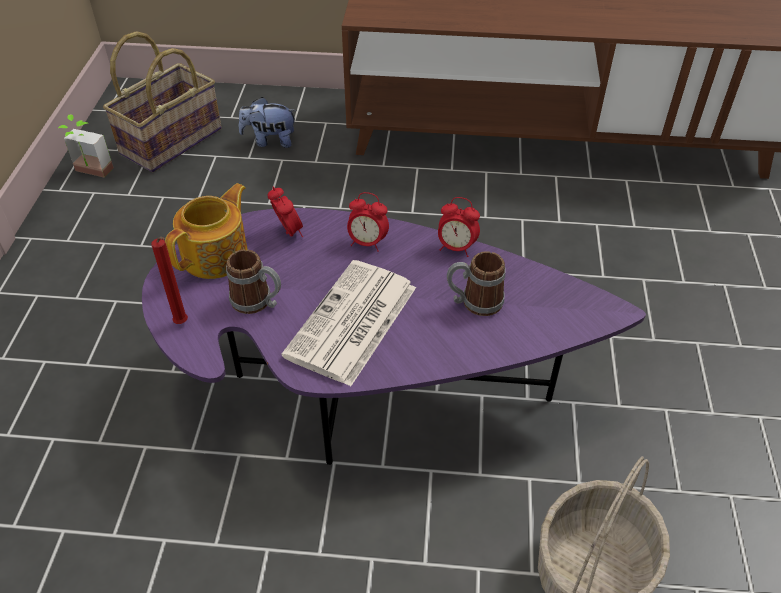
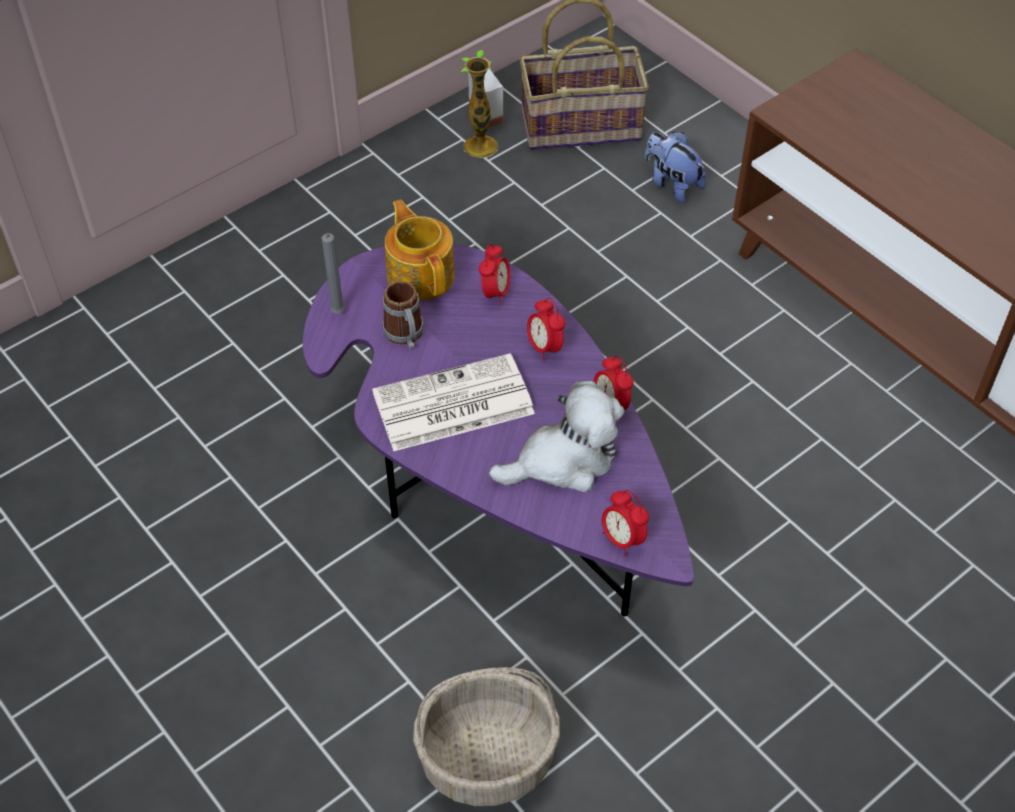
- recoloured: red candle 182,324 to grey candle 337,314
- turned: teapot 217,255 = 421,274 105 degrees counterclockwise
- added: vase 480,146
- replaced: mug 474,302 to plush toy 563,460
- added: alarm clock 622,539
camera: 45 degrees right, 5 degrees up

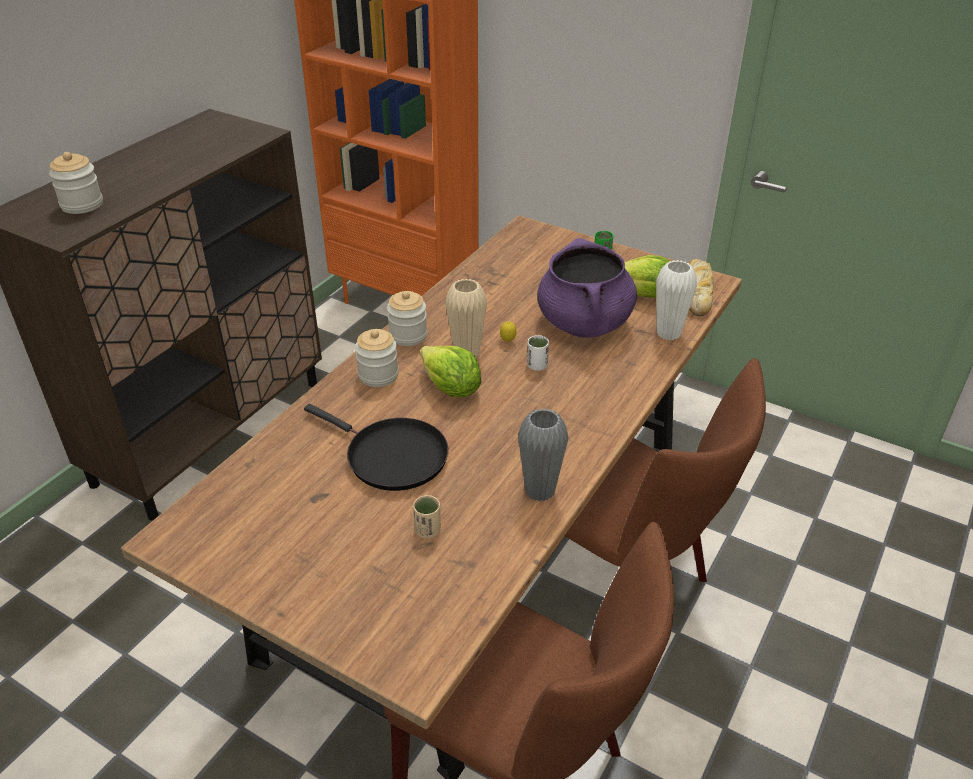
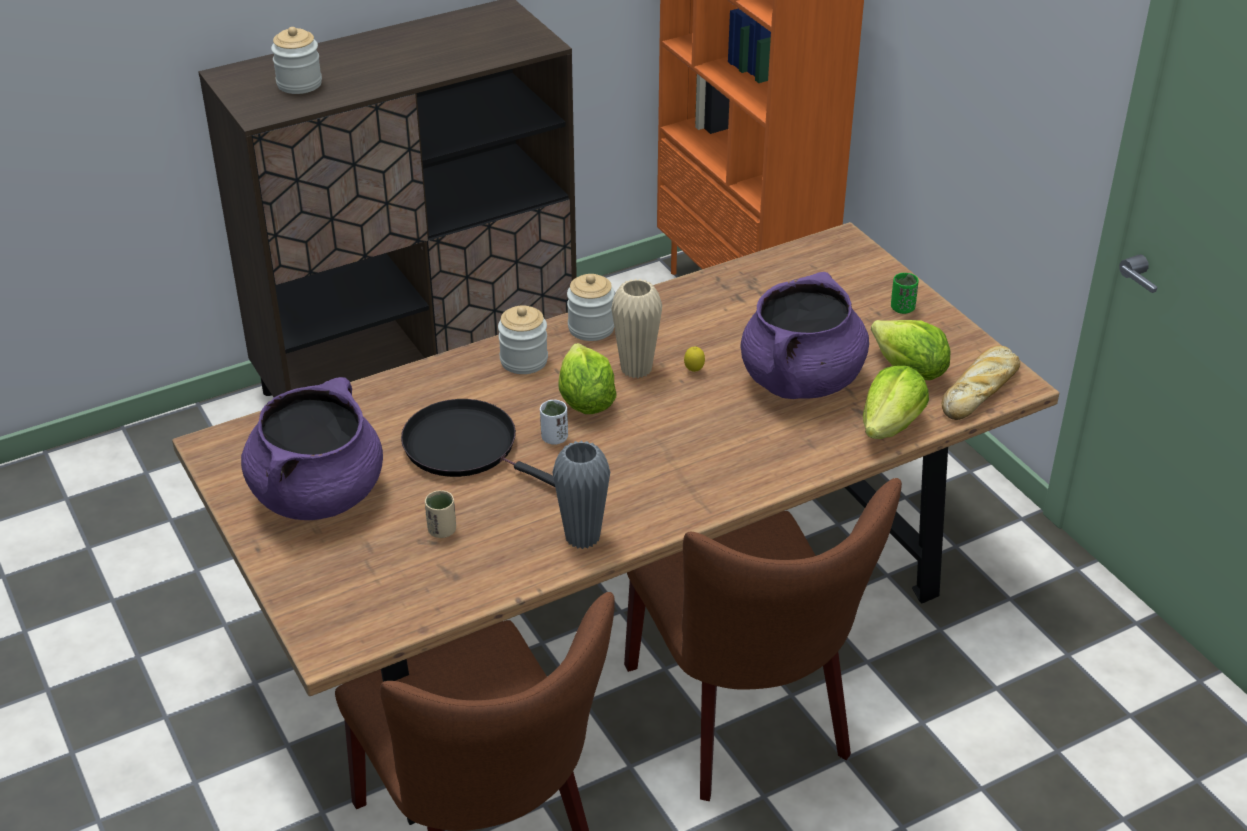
- added: purple cooking pot 318,494
- turned: black frying pan 391,456 = 467,448 150 degrees clockwise
- moved: white cup 537,366 to 554,438
- replaced: white vase 668,333 to lettuce 891,426
camera: 30 degrees right, 0 degrees up

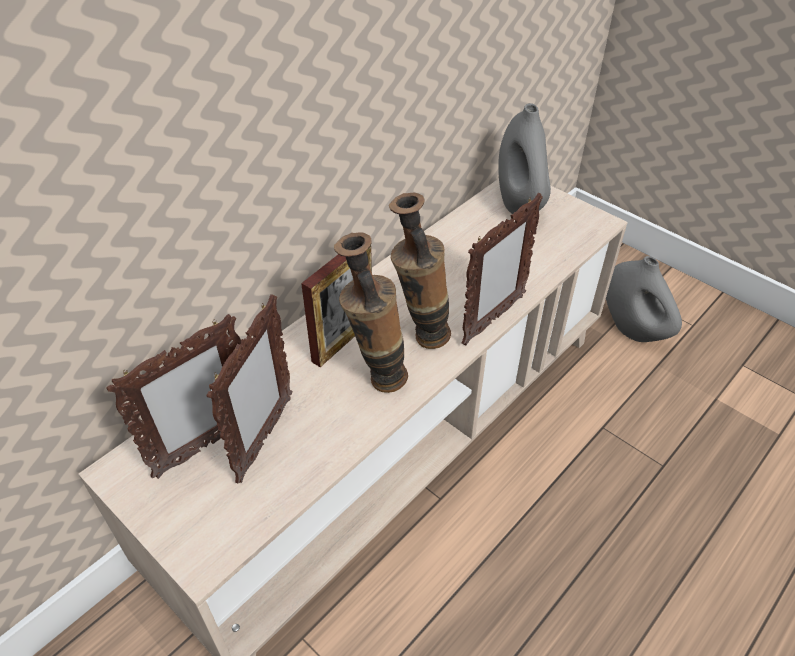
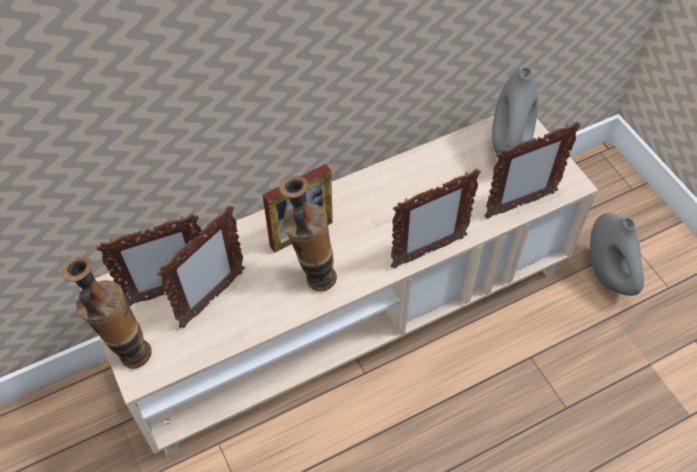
- moved: vase 420,336 to 127,350
- added: picture frame 519,205
camera: 20 degrees right, 10 degrees up

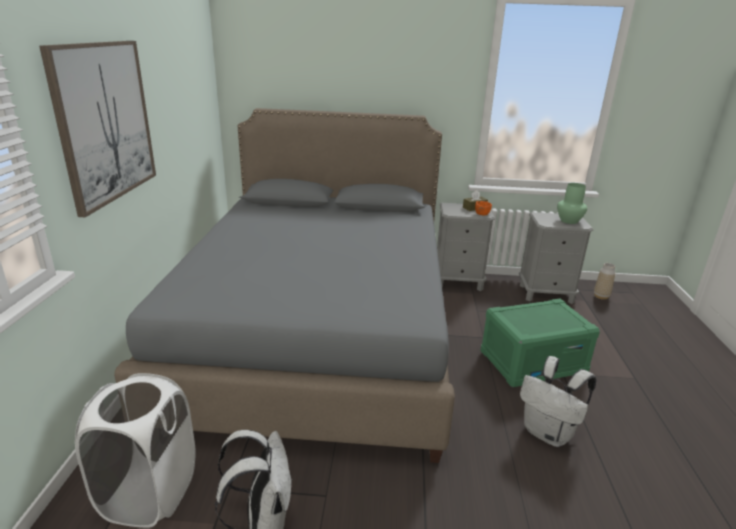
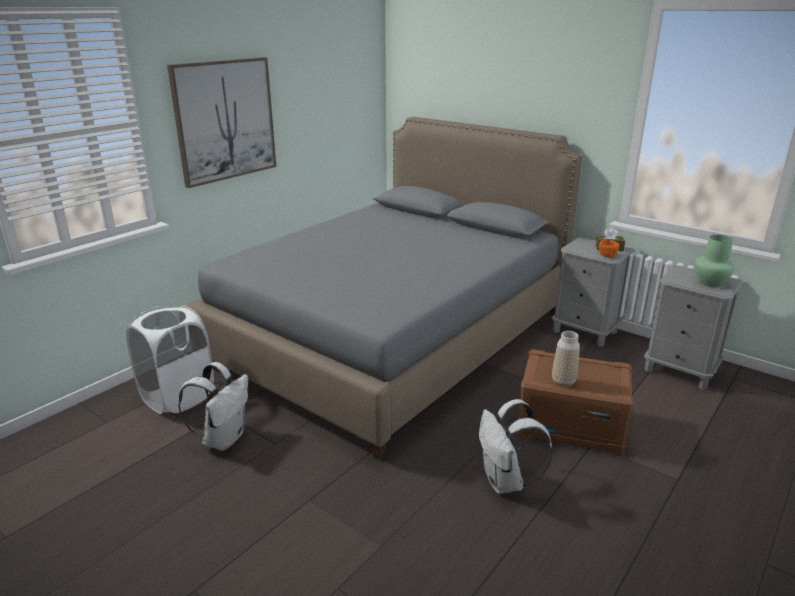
- recoloured: green storage box 532,362 to brown storage box 571,424
- moved: vase 601,296 to 563,382
camera: 35 degrees right, 0 degrees up

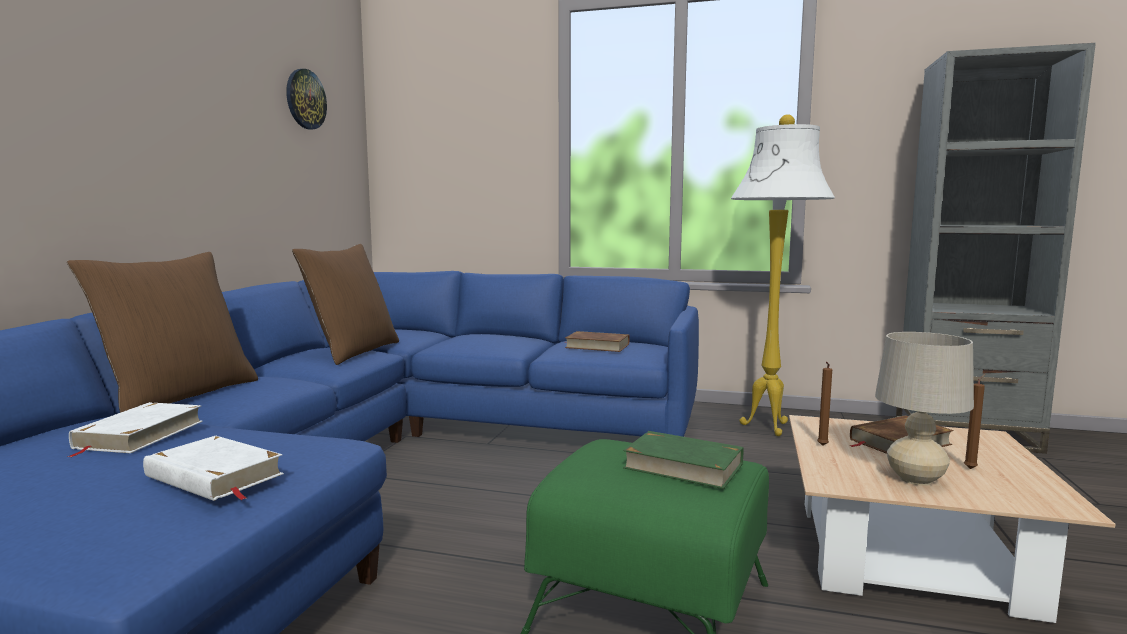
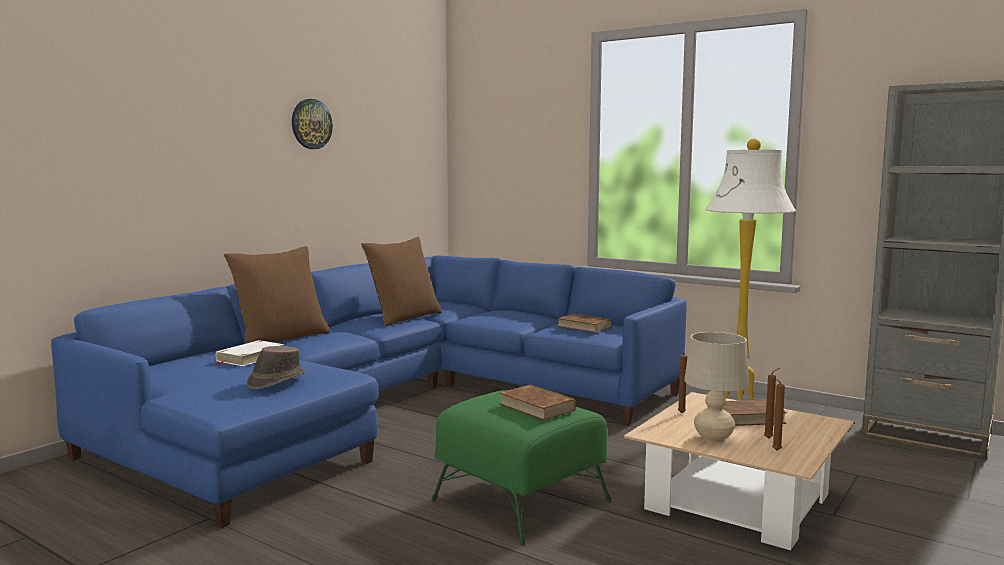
- replaced: white book 214,476 to brown hat 276,381
- moved: wall clock 305,99 to 311,124
- recoloured: green book 682,466 to brown book 536,407
- added: brown candle 775,450
camera: 20 degrees right, 0 degrees up

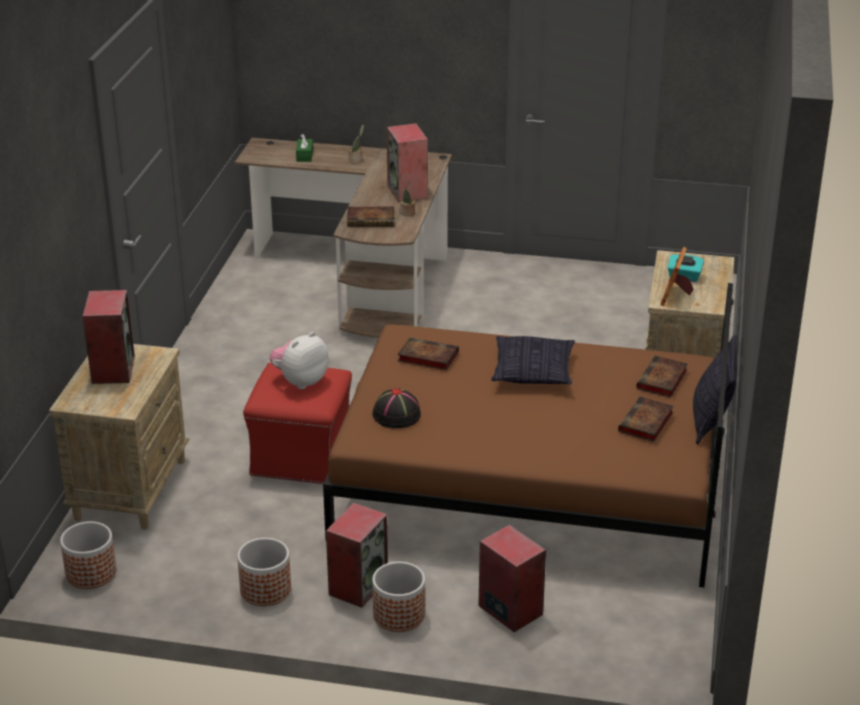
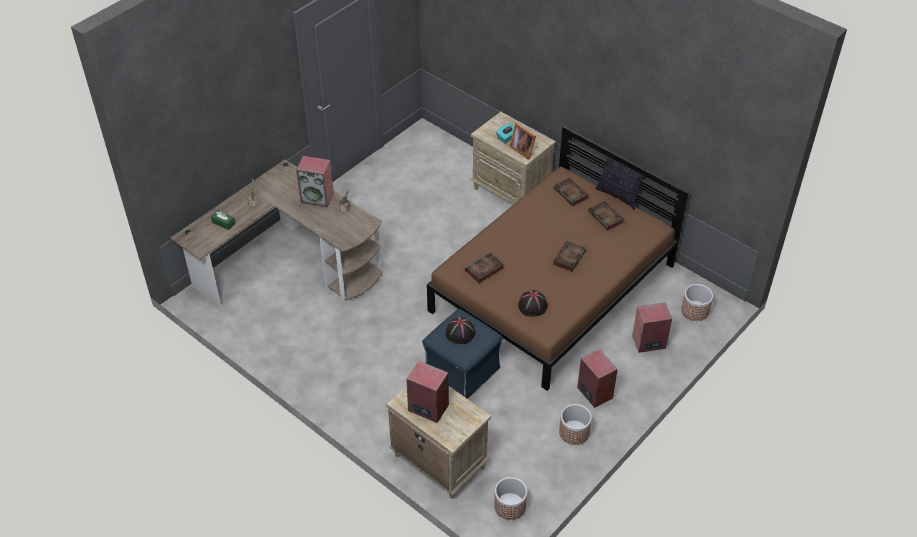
- recoloured: red ottoman 301,457 to blue ottoman 463,370
- replaced: plush toy 300,381 to black hat 460,333
- moved: book 372,220 to 569,257
- moved: planter 399,615 to 695,310
- removed: pillow 532,372
camera: 60 degrees left, 15 degrees up

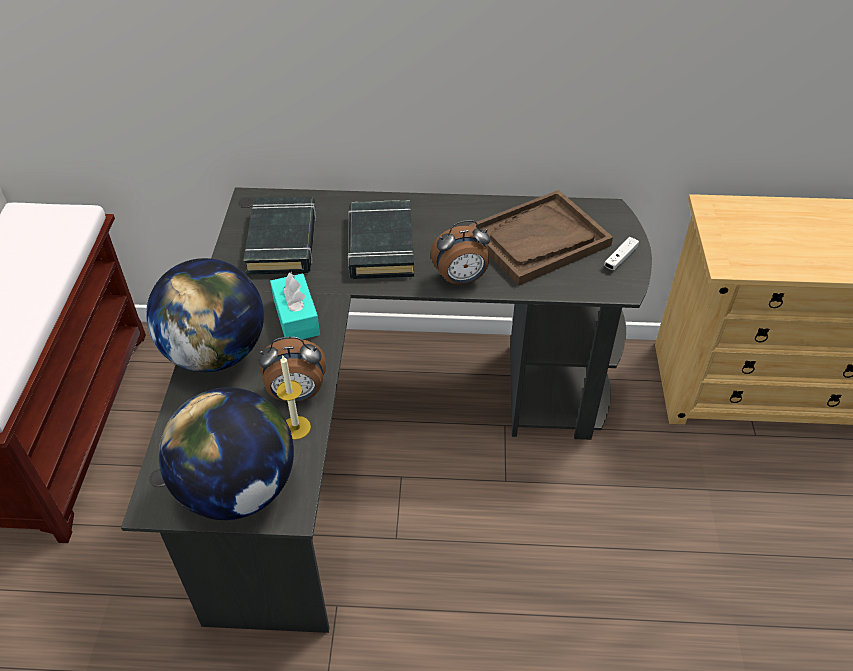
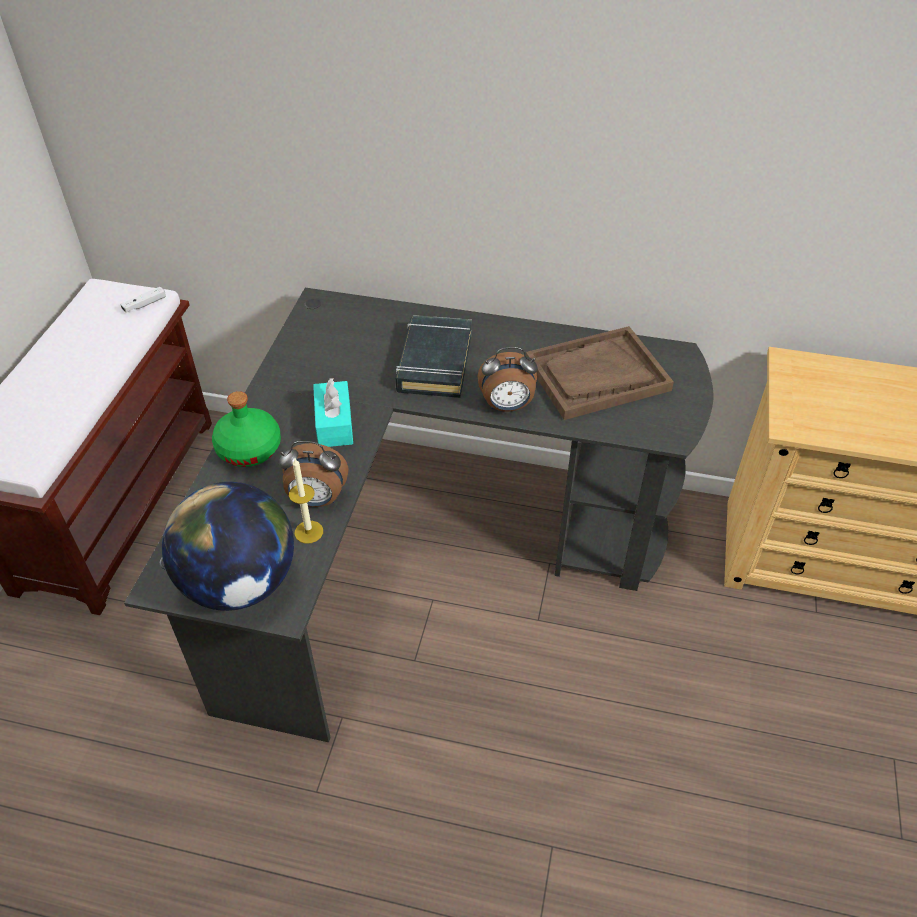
- moved: white game controller 620,258 to 144,304
- replaced: globe 216,353 to green bottle 249,448
- removed: black book 283,241
camera: 10 degrees right, 0 degrees up

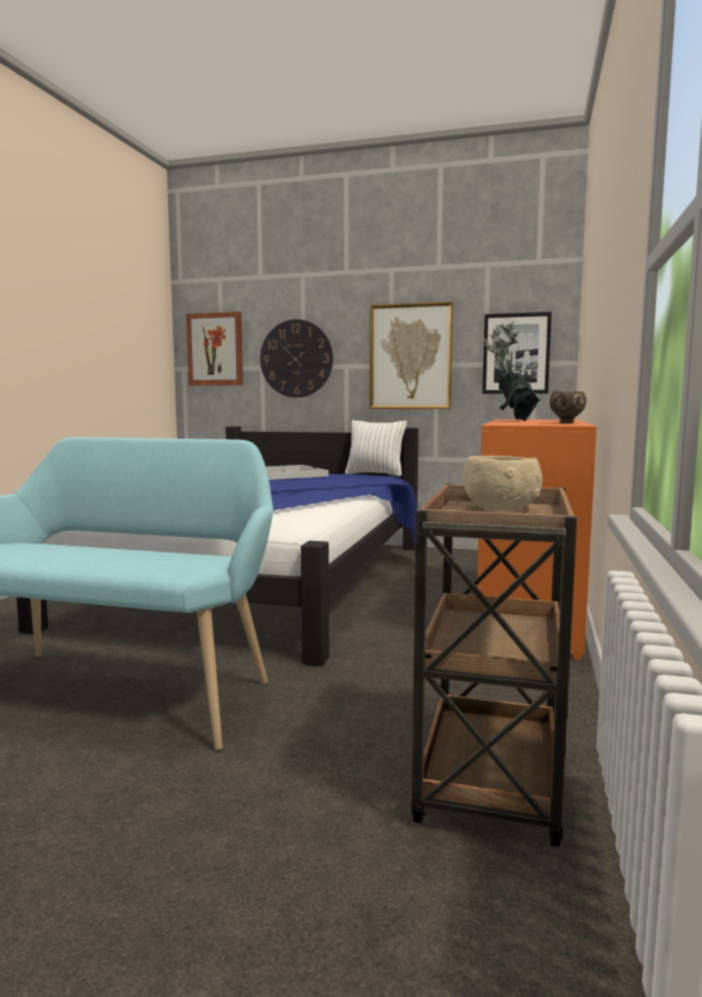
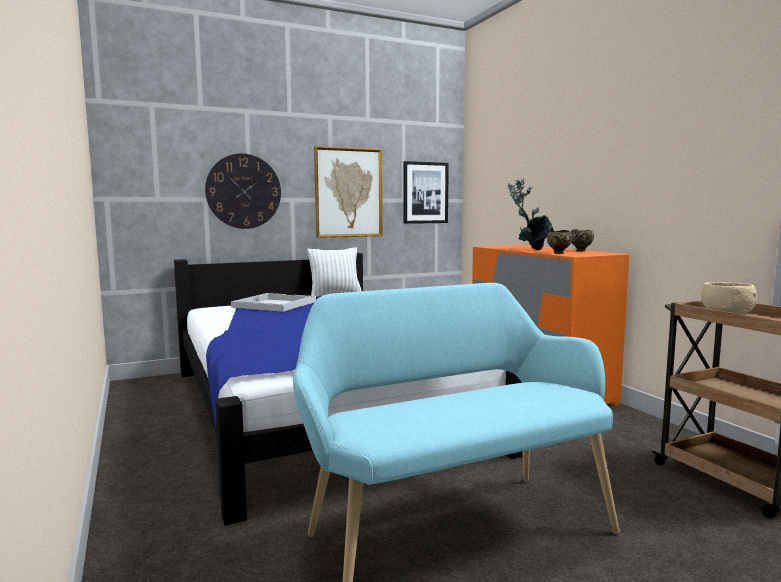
- added: brown bowl 558,253
- removed: picture 215,349
camera: 40 degrees left, 0 degrees up

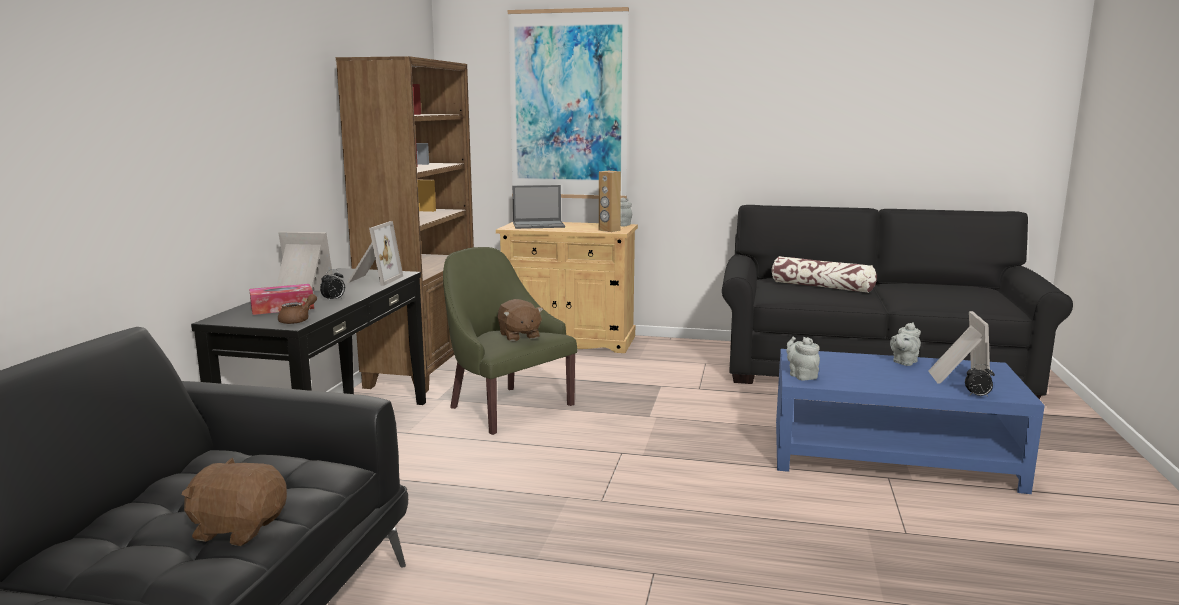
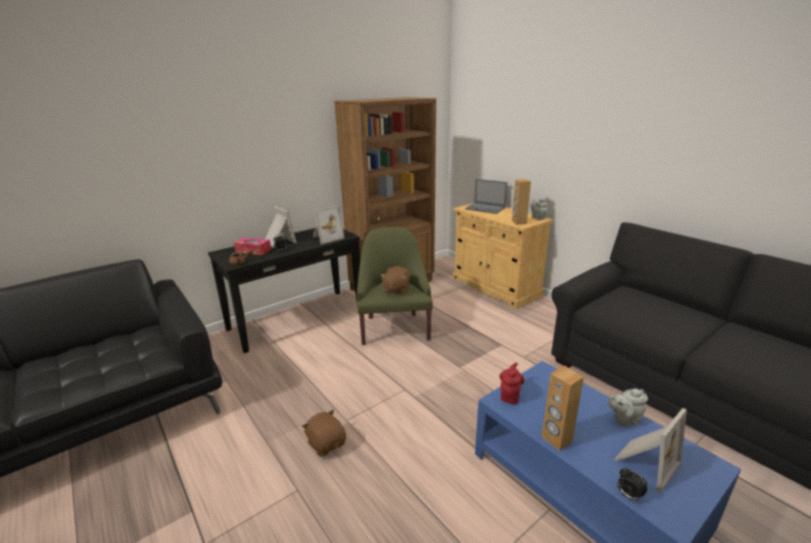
- moved: brown plush toy 238,528 to 326,443
- recoloured: grey teapot 801,375 to red teapot 510,395
- added: brown speaker 556,439
- removed: picture 568,105
- removed: pillow 822,287
camera: 40 degrees right, 10 degrees up

